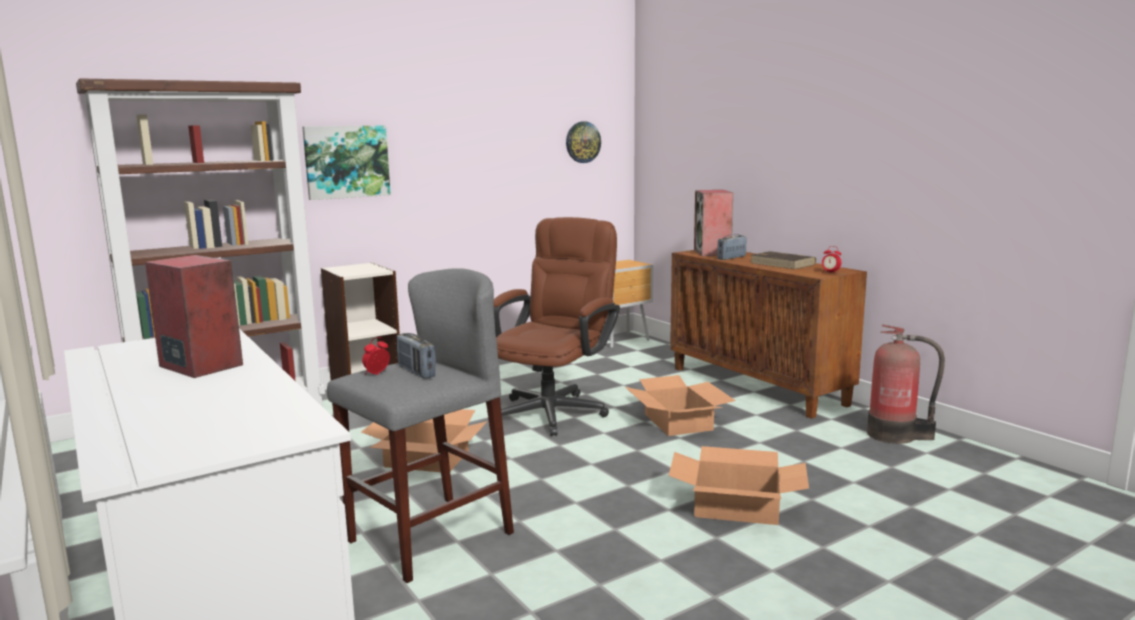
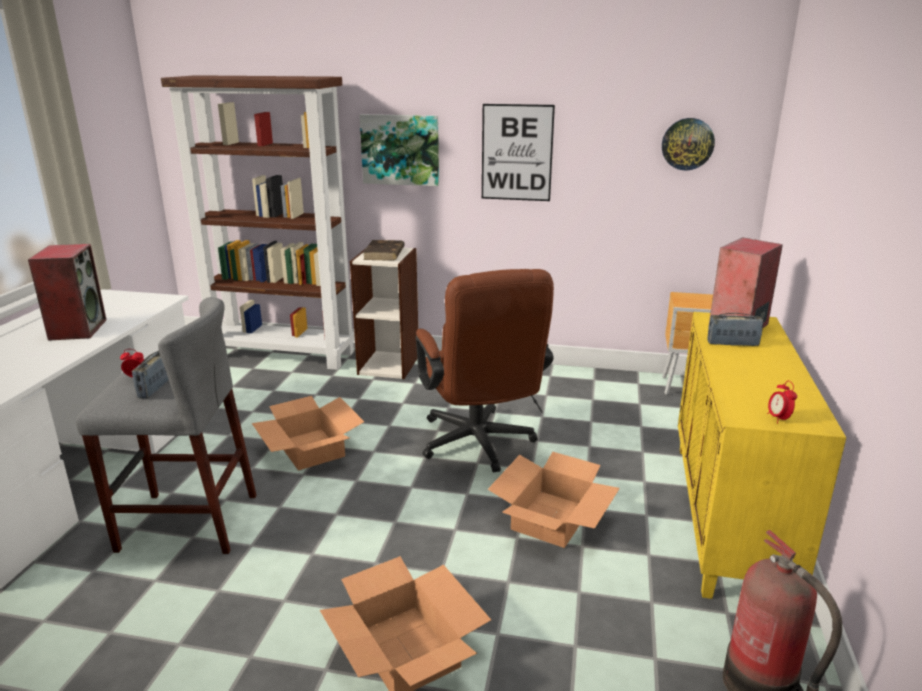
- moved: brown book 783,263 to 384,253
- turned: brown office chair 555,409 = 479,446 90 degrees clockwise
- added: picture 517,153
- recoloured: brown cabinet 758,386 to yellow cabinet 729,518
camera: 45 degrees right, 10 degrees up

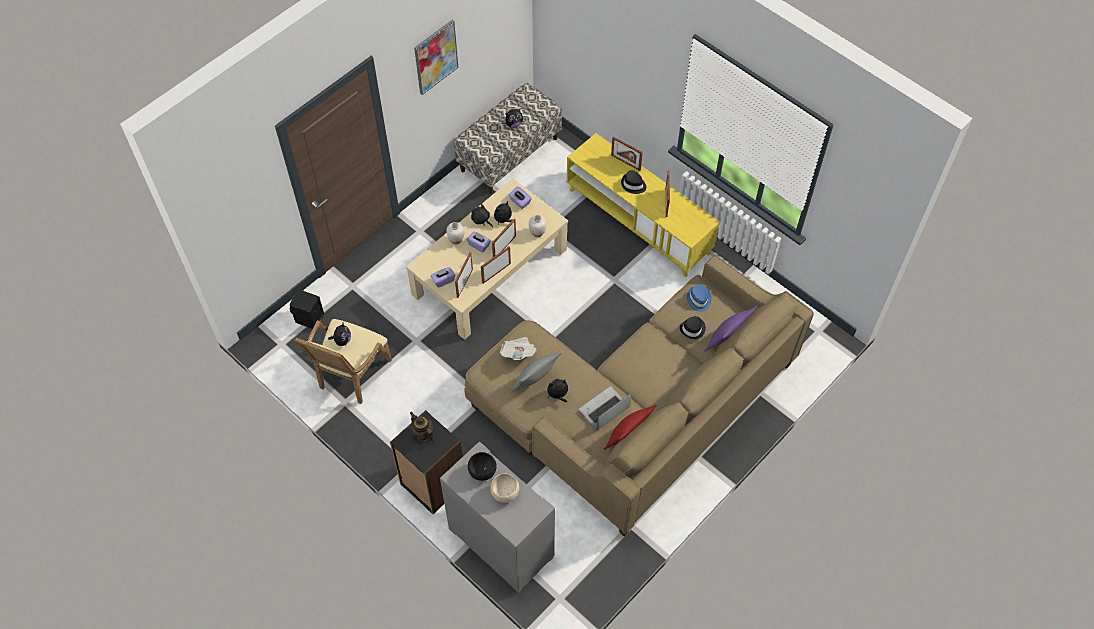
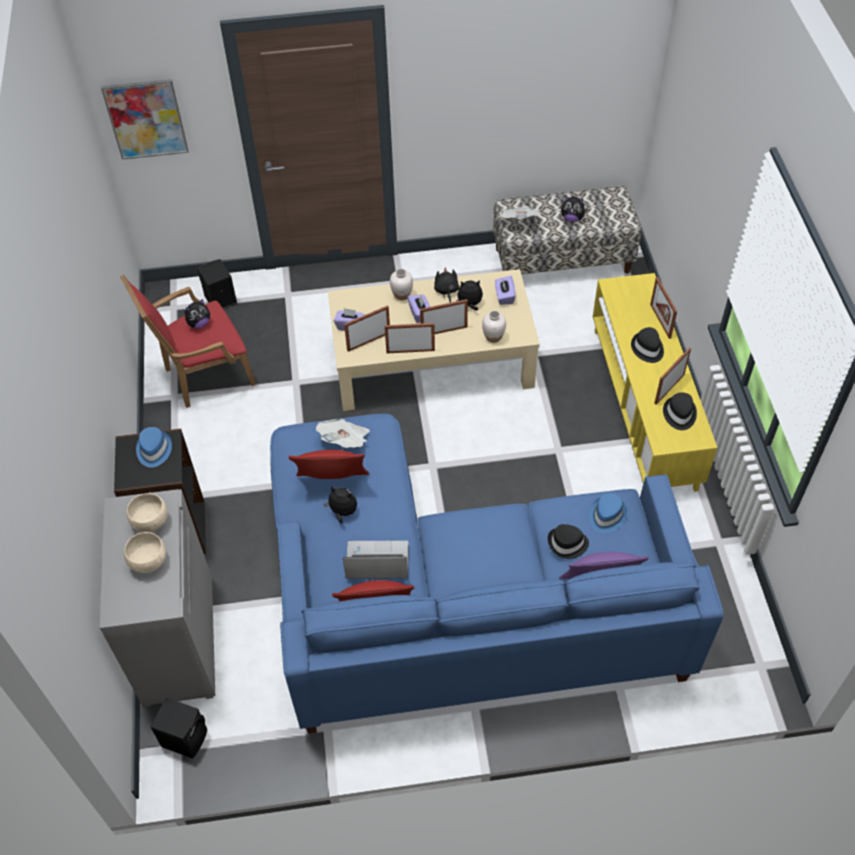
- moved: picture 435,57 to 146,119
- recoloured: beige armchair 351,376 to red armchair 203,376
- recoloured: black bowl 482,471 to beige bowl 151,522
- replaced: teapot 422,434 to blue hat 153,450
- added: black speaker 186,737
- recoloured: beige sofa 636,409 to blue sofa 454,603
- recoloured: grey pillow 535,382 to red pillow 332,483
- added: newspaper 519,221
- added: black hat 679,414
camera: 40 degrees right, 5 degrees down

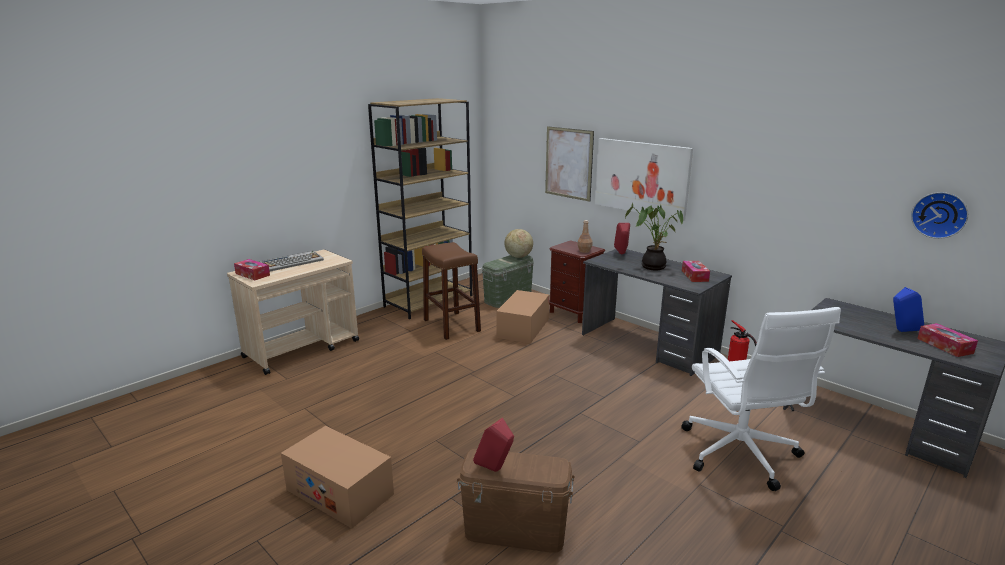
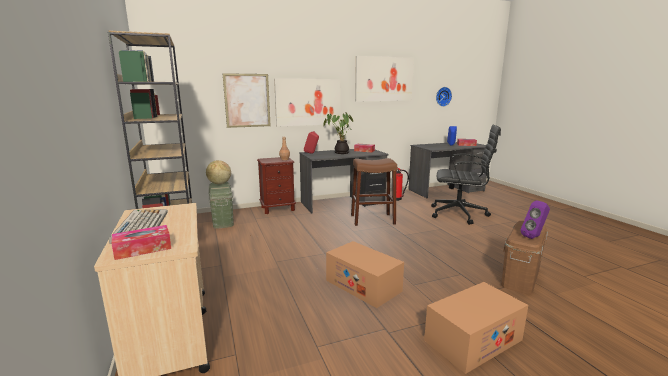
- moved: cardboard box 523,328 to 363,285
- moved: brown stool 451,325 to 372,219
- added: picture 384,79
- recoloured: white office chair 740,455 to black office chair 460,214
- recoloured: red speaker 495,470 to purple speaker 534,237
camera: 65 degrees left, 5 degrees down

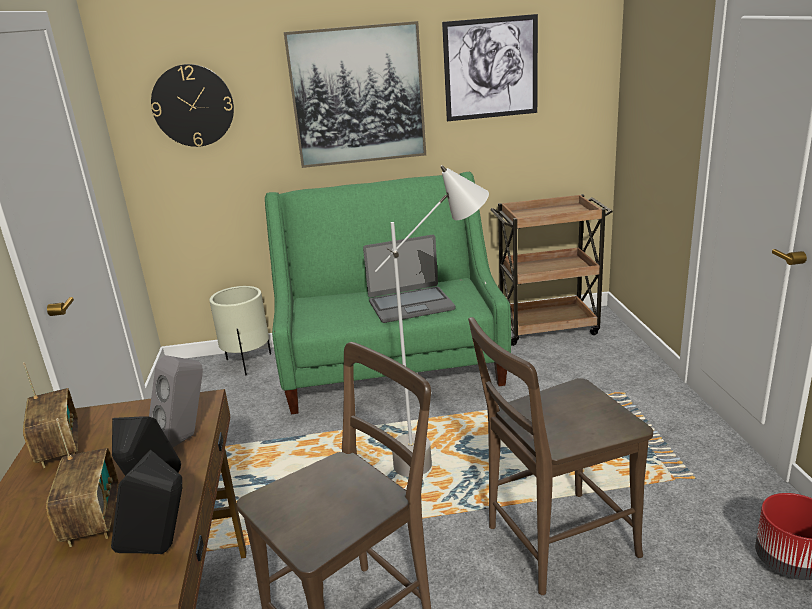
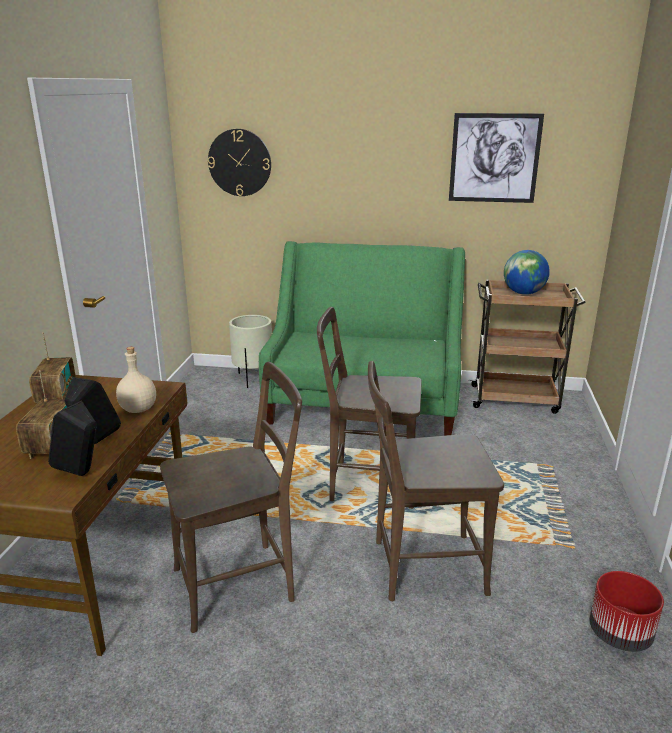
- replaced: grey speaker 186,438 to beige bottle 139,409
- replaced: grey floor lamp 443,458 to brown chair 367,483
- added: globe 523,293
- removed: picture 357,95
- removed: laptop 410,305
camera: 15 degrees right, 0 degrees up

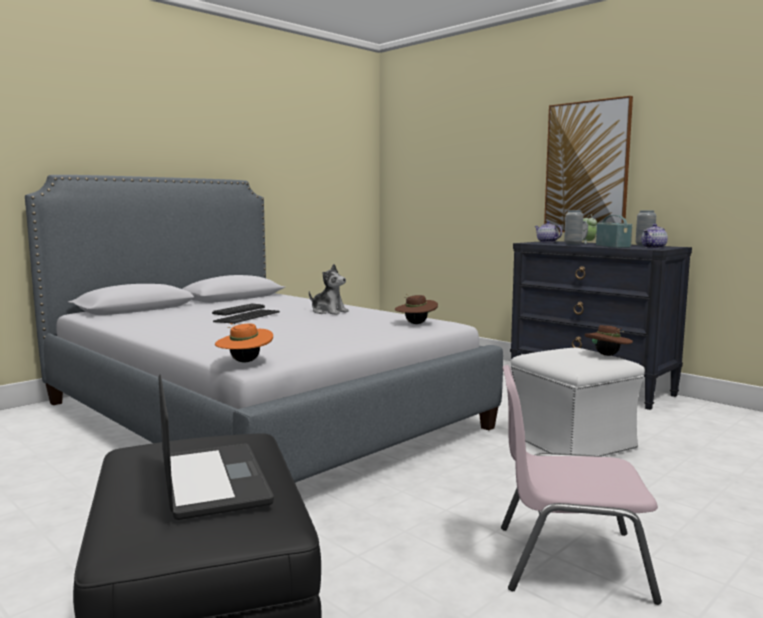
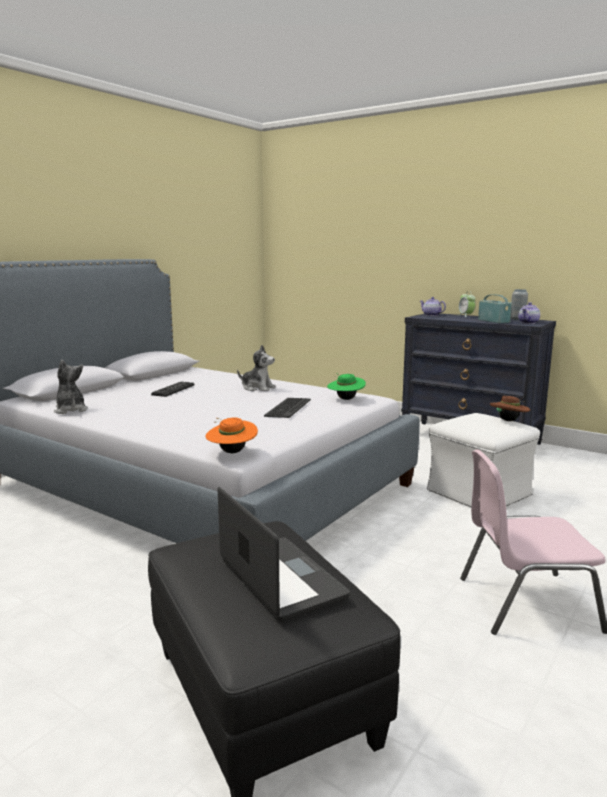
- added: plush toy 70,410
- moved: keyboard 247,317 to 287,408
- recoloured: brown hat 415,323 to green hat 345,399
- removed: picture 587,168
- removed: grey vase 573,244
camera: 10 degrees left, 5 degrees up

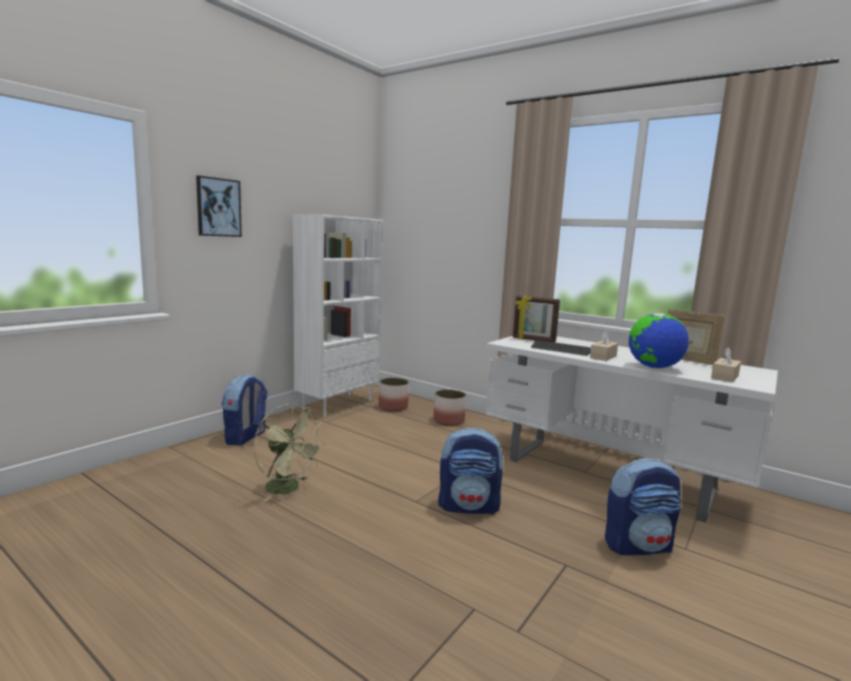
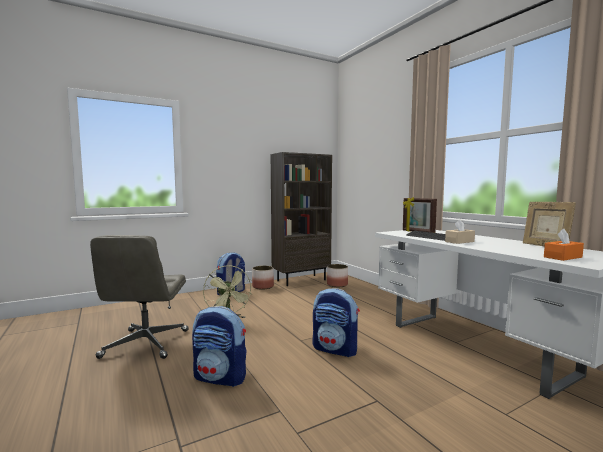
- added: grey office chair 146,344
- moved: backpack 638,545 to 221,377
- moved: planter 449,421 to 263,286
- recoloured: white bookcase 337,404 to brown bookcase 301,280
- recoloured: beige tissue box 724,377 to orange tissue box 563,257
- removed: picture 218,207
- removed: globe 654,367
camera: 25 degrees right, 5 degrees down

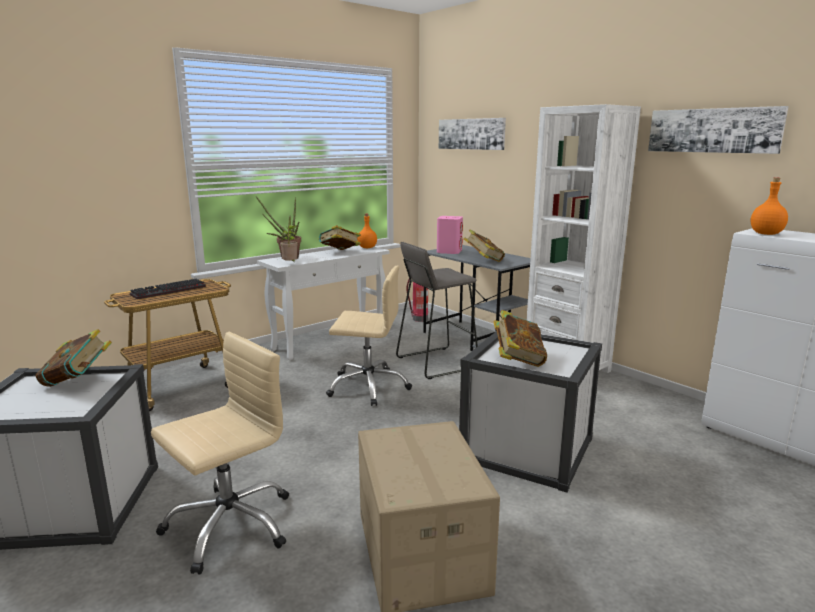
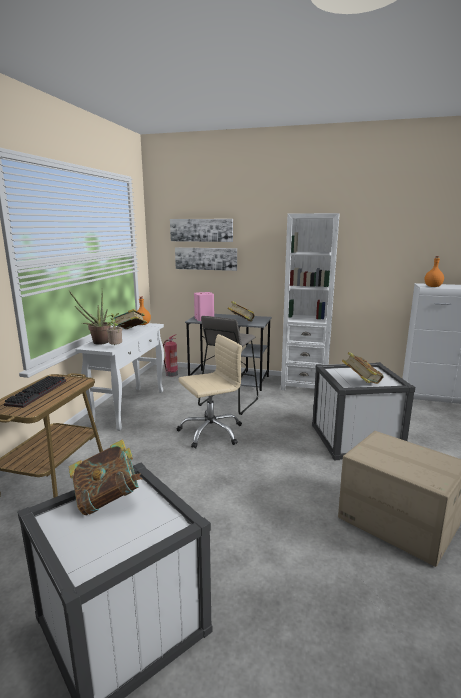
- moved: picture 713,130 to 206,258
- removed: beige office chair 229,525
camera: 35 degrees left, 0 degrees up

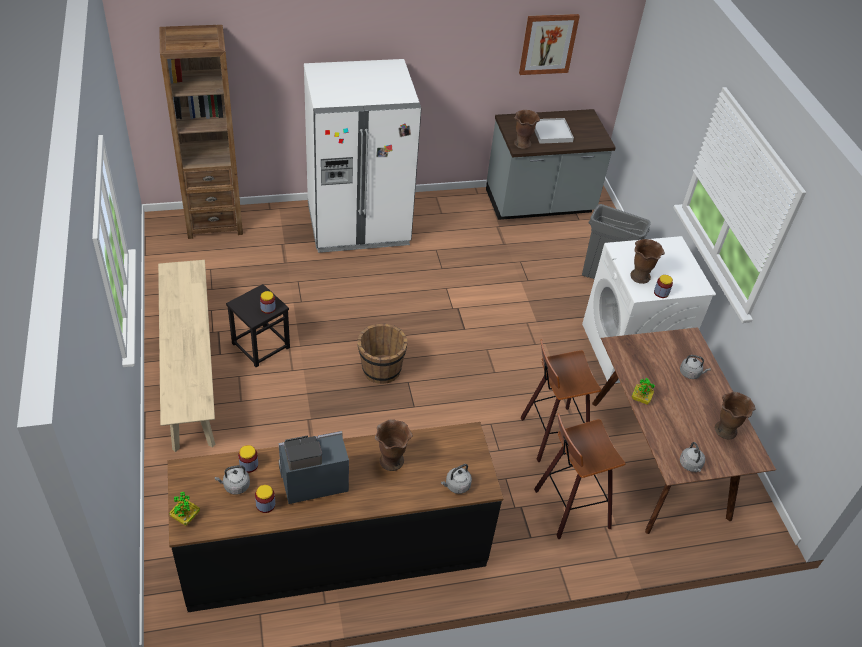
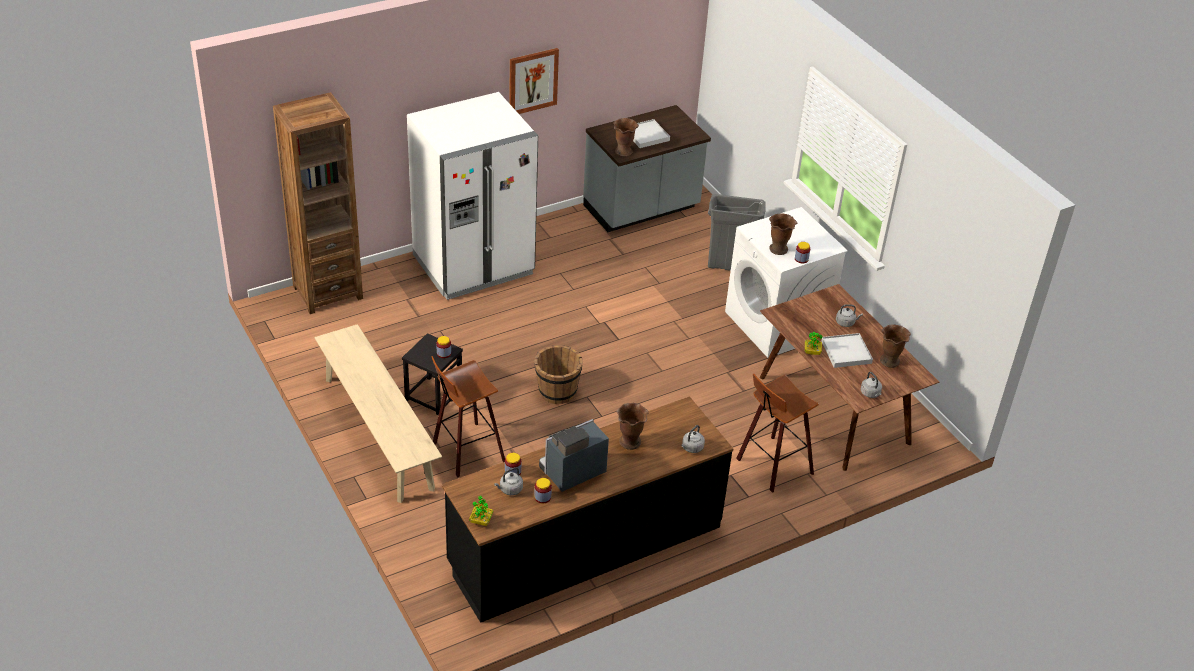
- moved: stool 551,436 to 466,451
- moved: picture 548,44 to 533,81
- added: white tray 846,352
camera: 15 degrees left, 5 degrees down

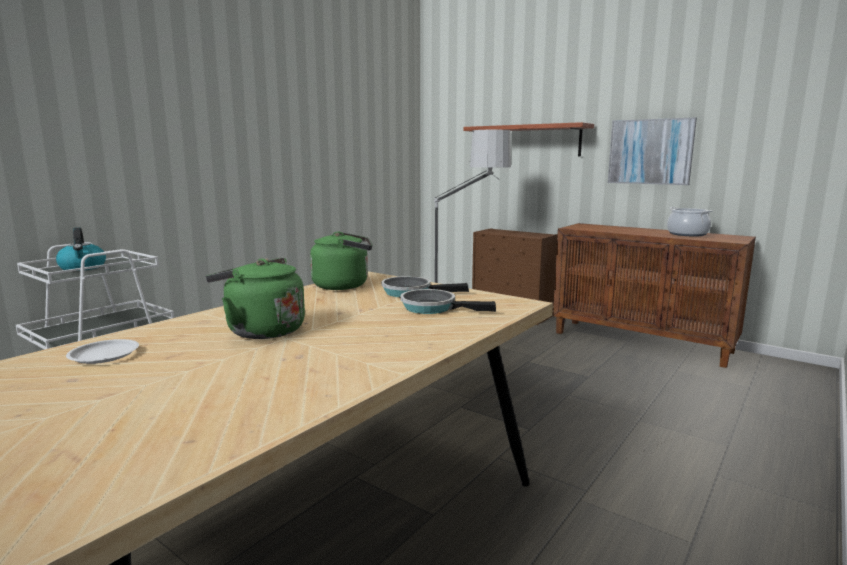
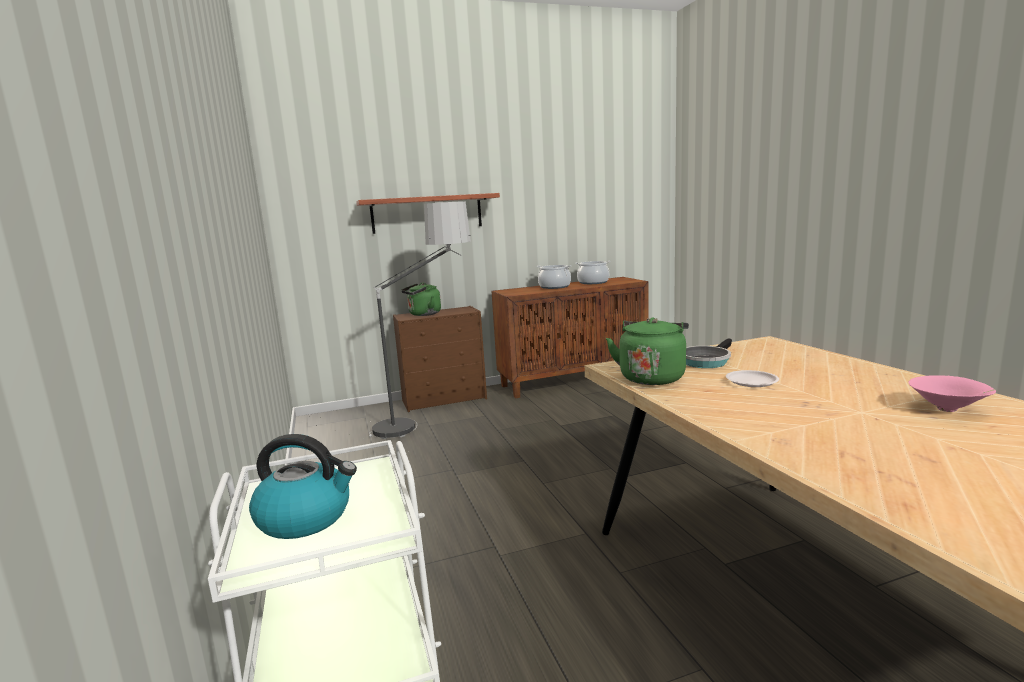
- moved: green kettle 261,330 to 423,314
- added: cooking pot 554,287
- moved: white plate 105,355 to 751,381
- added: pink bowl 949,409
- removed: frying pan 433,308
- removed: picture 650,152
camera: 55 degrees left, 0 degrees up

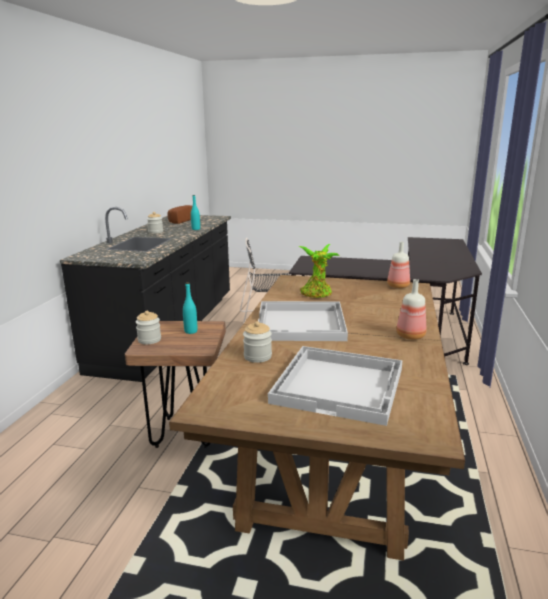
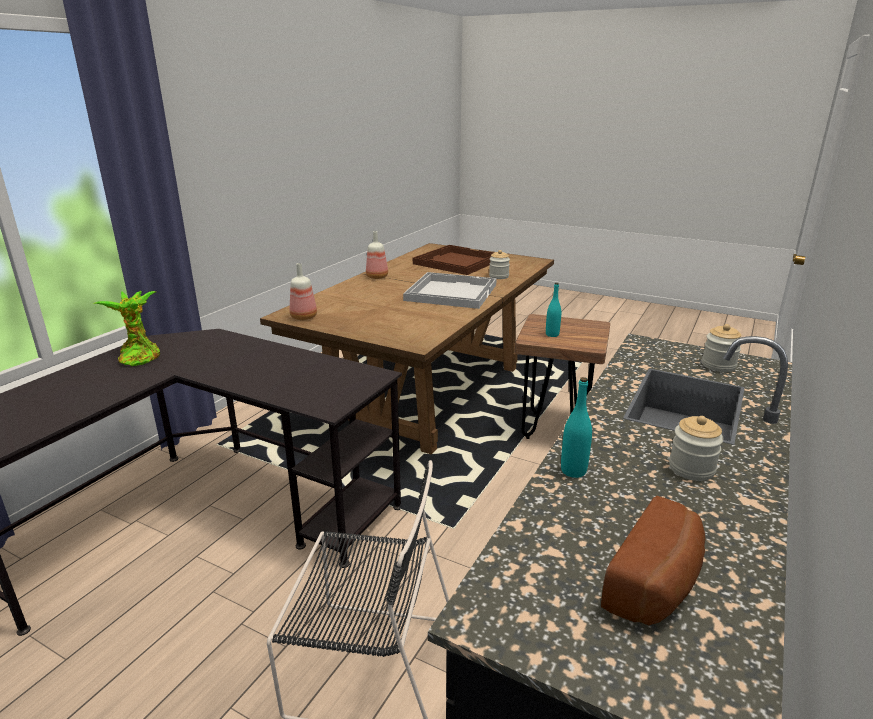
- moved: potted plant 317,294 to 139,356
- recoloured: white tray 340,385 to brown tray 456,262
- moved: jar 149,340 to 718,365
camera: 165 degrees left, 5 degrees up

